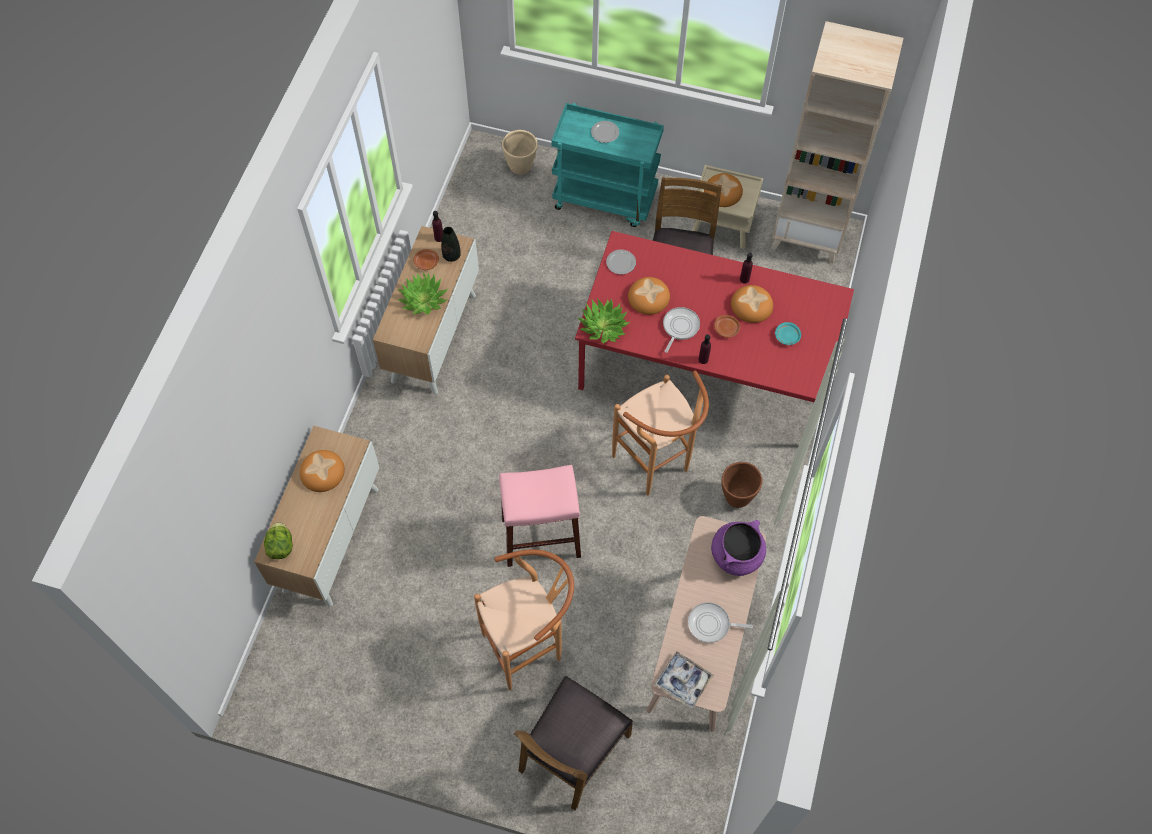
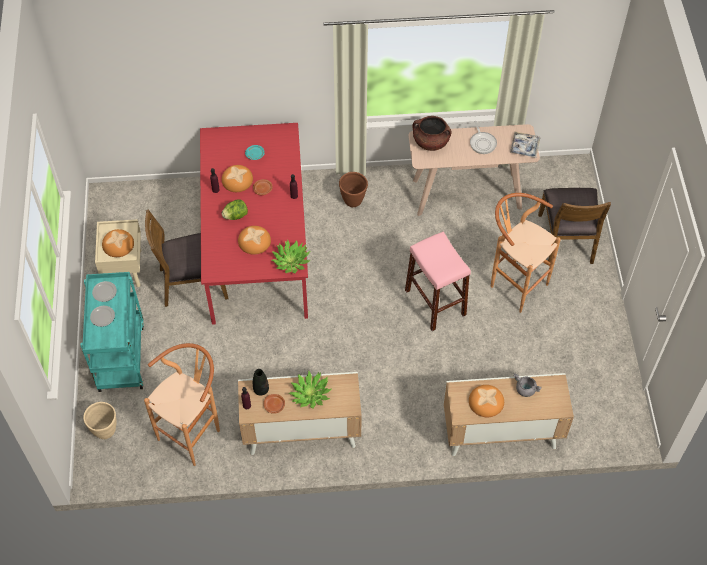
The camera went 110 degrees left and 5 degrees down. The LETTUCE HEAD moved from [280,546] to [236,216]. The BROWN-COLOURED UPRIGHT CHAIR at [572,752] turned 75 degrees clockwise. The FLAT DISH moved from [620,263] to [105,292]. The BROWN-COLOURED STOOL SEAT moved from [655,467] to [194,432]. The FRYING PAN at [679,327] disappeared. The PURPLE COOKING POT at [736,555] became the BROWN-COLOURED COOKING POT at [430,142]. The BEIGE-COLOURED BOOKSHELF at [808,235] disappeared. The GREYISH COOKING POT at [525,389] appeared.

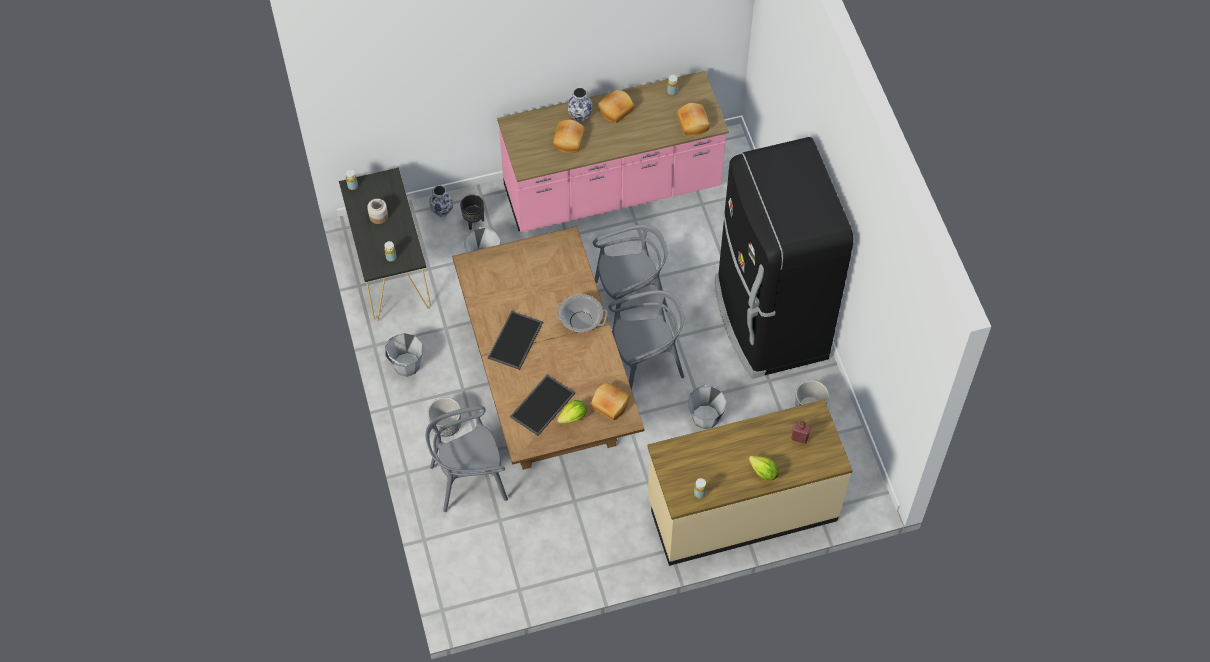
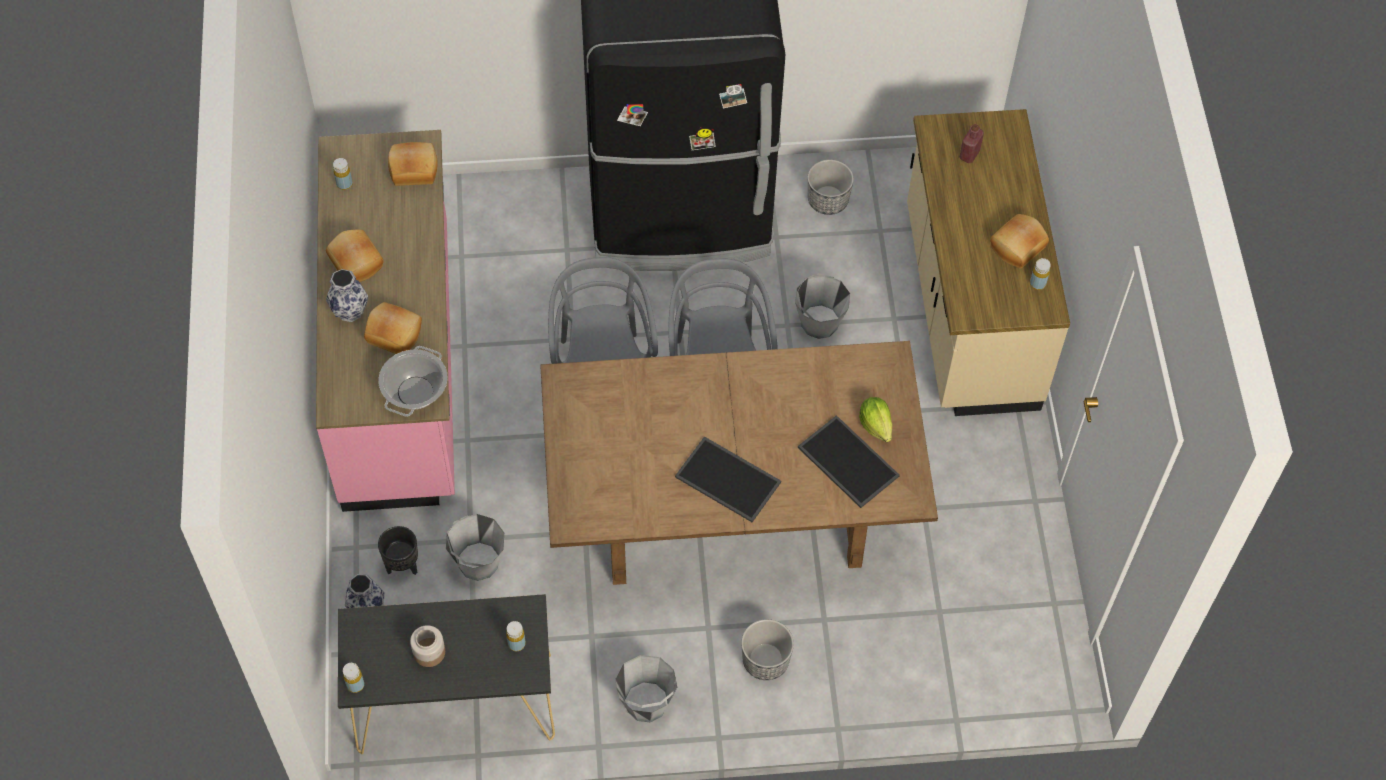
The camera went 80 degrees left and 0 degrees up. The GREYISH UPRIGHT CHAIR at [469,480] disappeared. The COOKING POT moved from [581,321] to [415,393]. The BAKED BREAD moved from [609,405] to [1018,248]. The LETTUCE HEAD at [763,472] disappeared.

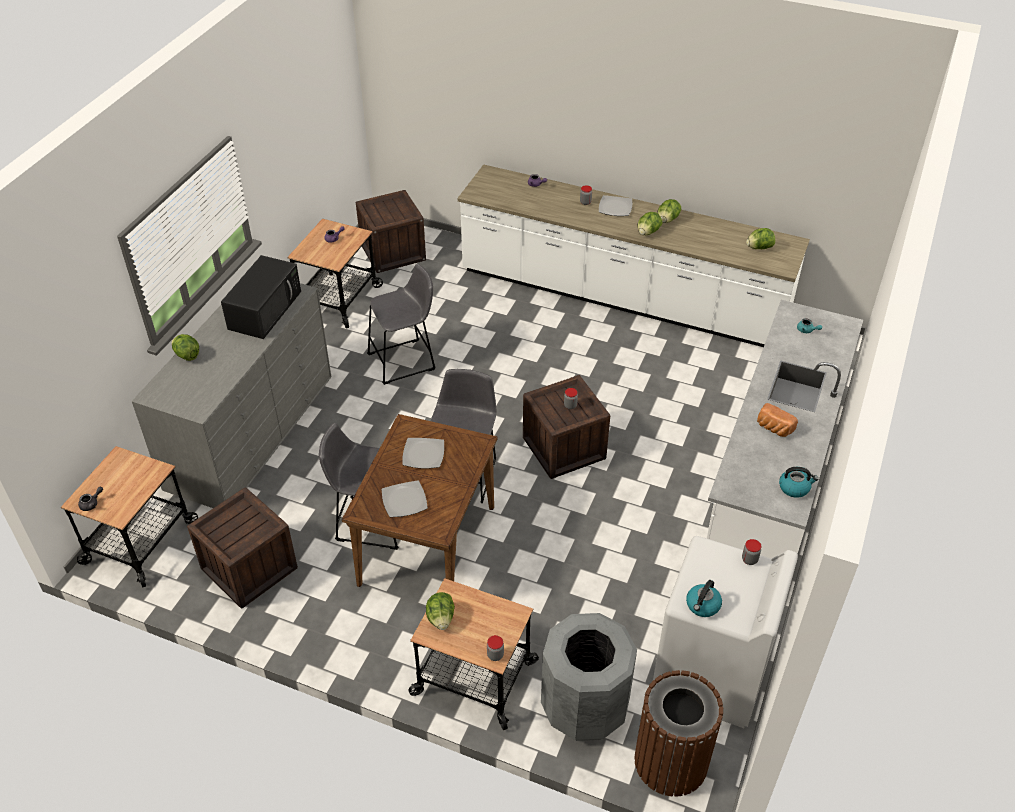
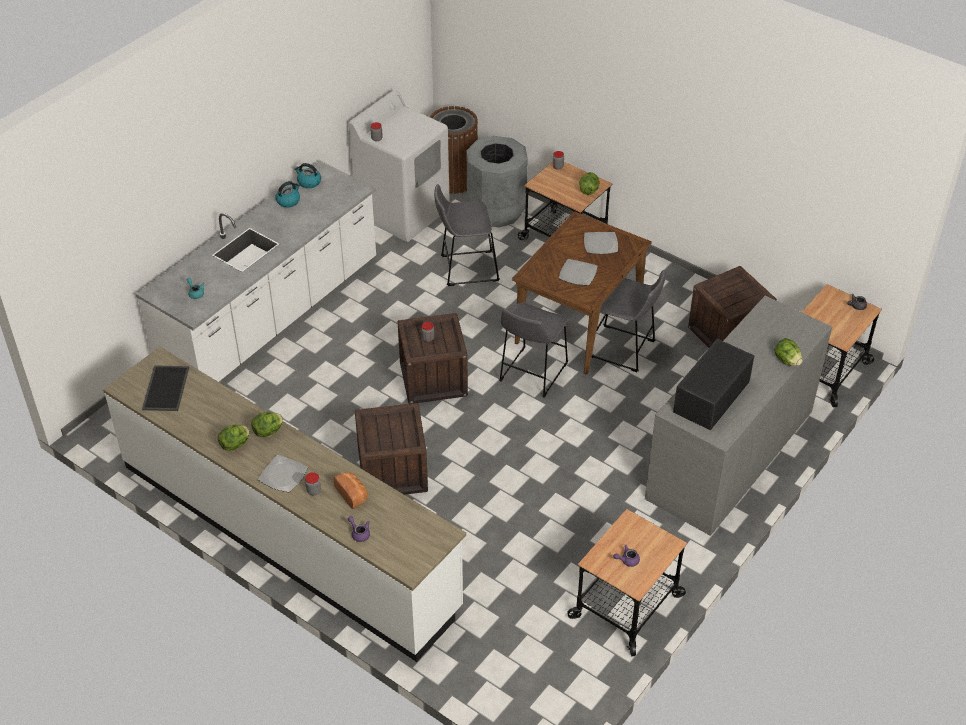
The camera went 165 degrees left and 0 degrees up. The PACKING CRATE moved from [393,252] to [392,471]. The GREYISH STOOL SEAT moved from [405,361] to [466,268]. The KETTLE moved from [702,606] to [288,201]. The LETTUCE HEAD at [759,248] was replaced by the SERVING TRAY at [165,388]. The BAKED BREAD moved from [773,428] to [353,495].

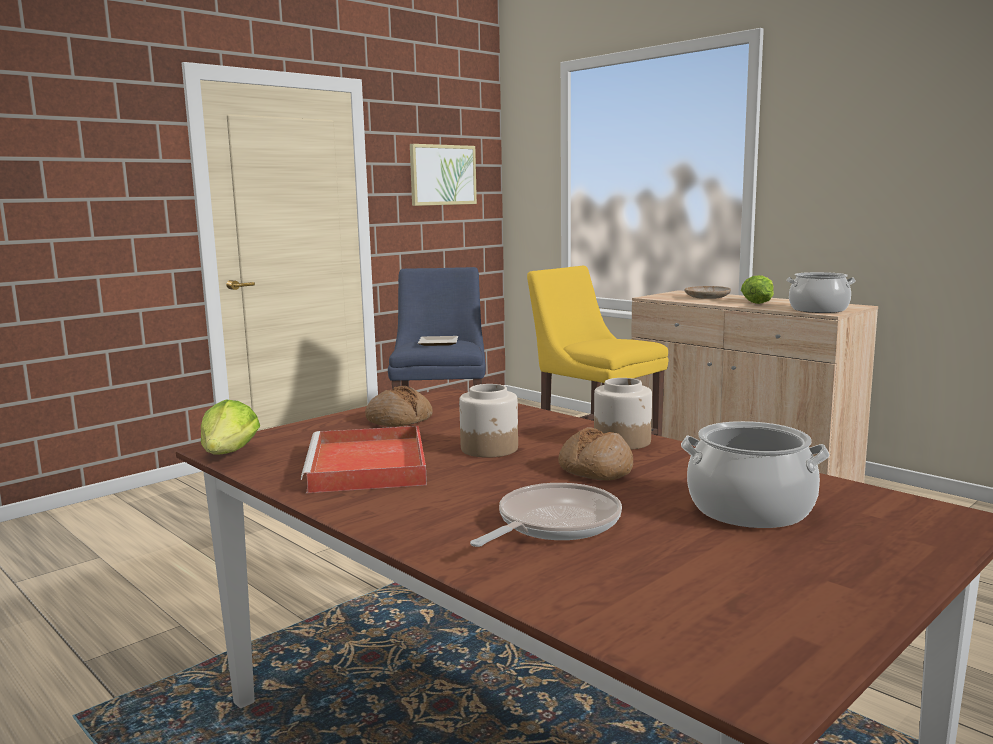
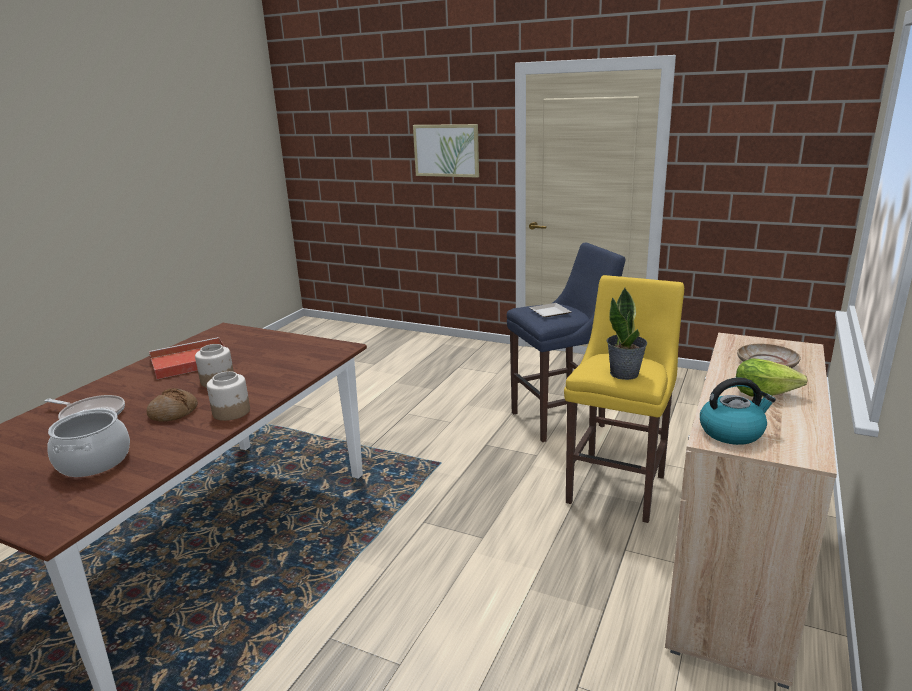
The camera went 70 degrees right and 10 degrees up. The LETTUCE HEAD at [230,454] disappeared. The BAKED BREAD at [399,419] disappeared. The PICTURE moved from [442,175] to [446,150]. The COOKING POT at [818,310] was replaced by the KETTLE at [732,432]. The HOUSEPLANT at [624,373] appeared.

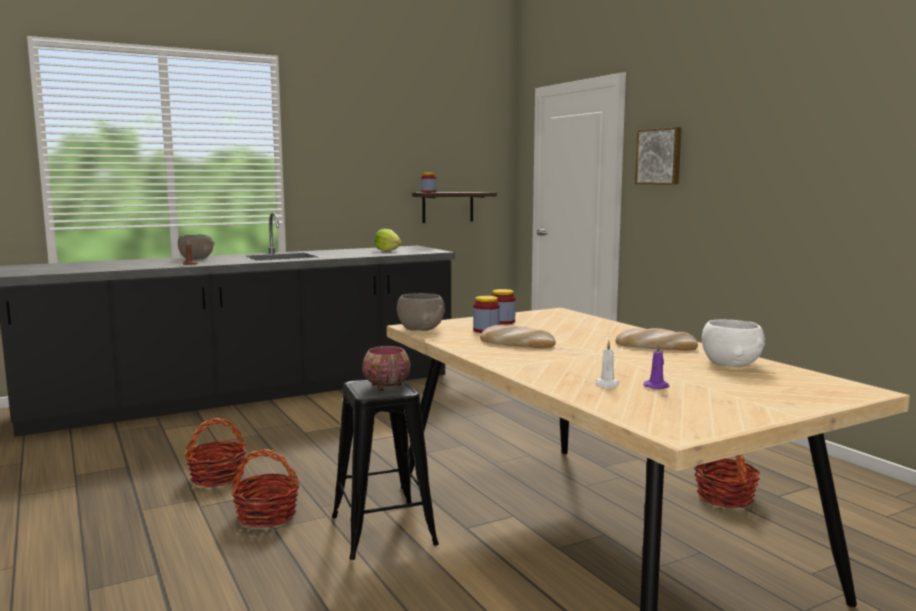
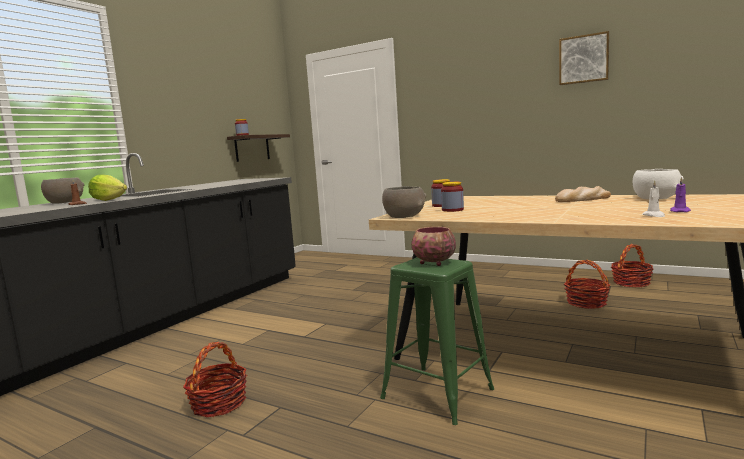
The camera went 30 degrees left and 0 degrees up. The BASKET moved from [267,515] to [631,283]. The BLACKISH STOOL SEAT at [383,530] became the GREEN STOOL SEAT at [437,393]. The LETTUCE HEAD moved from [387,251] to [108,200]. The BAKED BREAD at [516,343] disappeared. The PICTURE moved from [659,156] to [584,59].

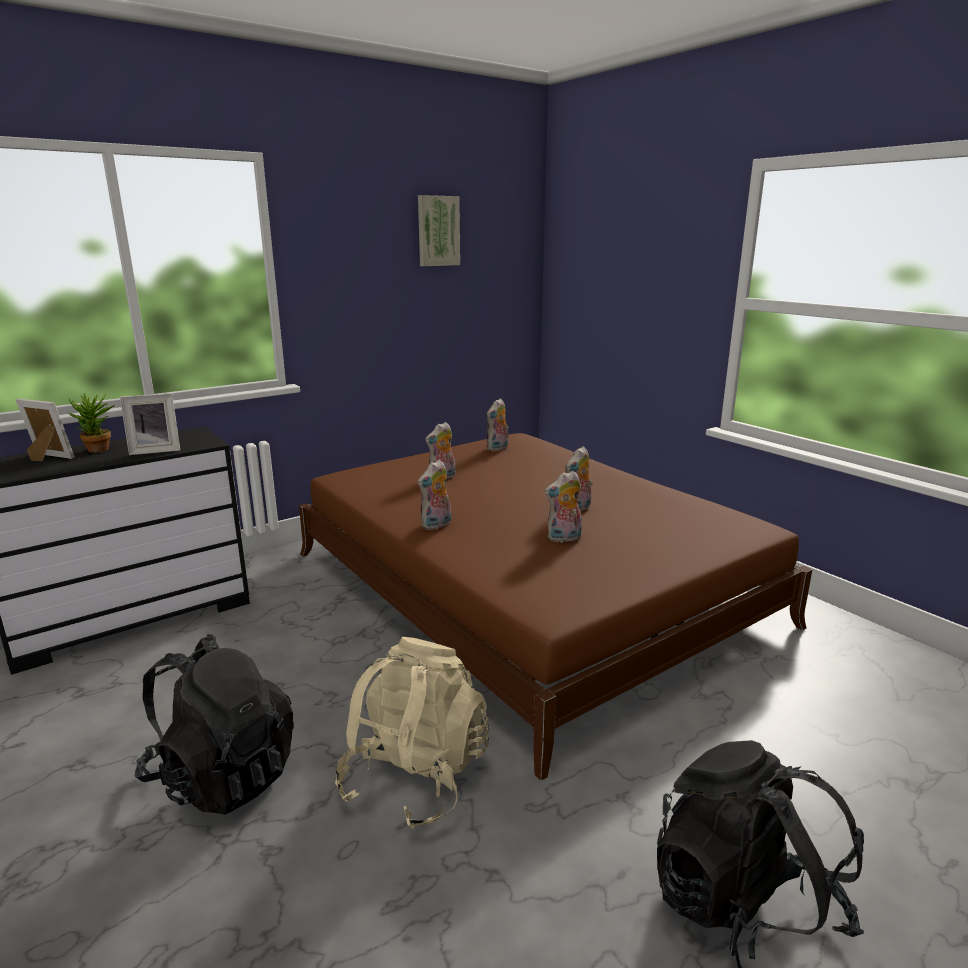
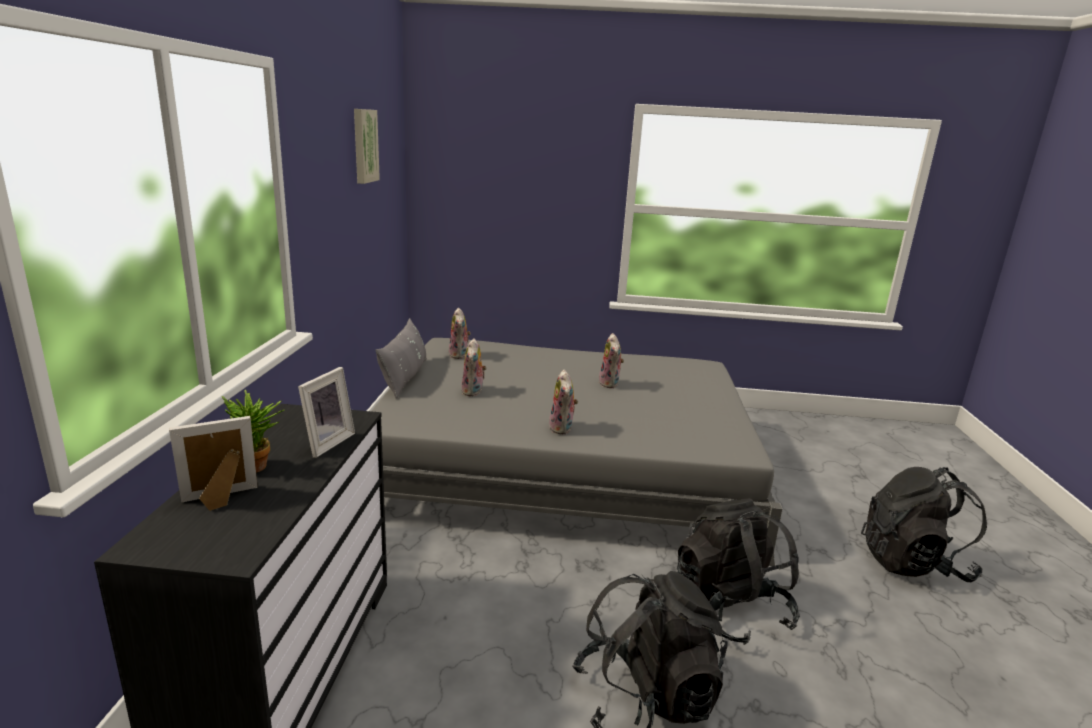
The camera went 50 degrees left and 0 degrees up. The BROWN-COLOURED BED at [527,588] became the GREYISH BED at [563,464]. The BEIGE-COLOURED RUCKSACK at [415,776] became the BLACKISH RUCKSACK at [730,608]. The PLUSH TOY at [564,538] disappeared. The GREYISH THROW PILLOW at [405,377] appeared.

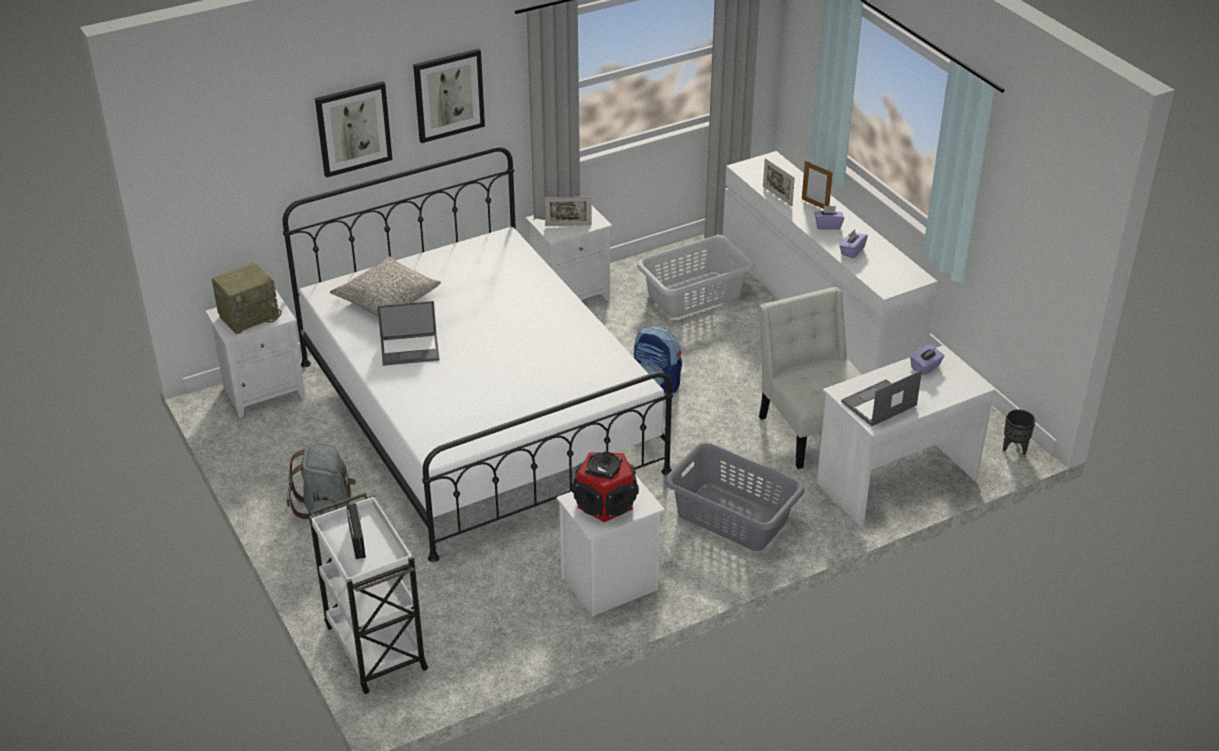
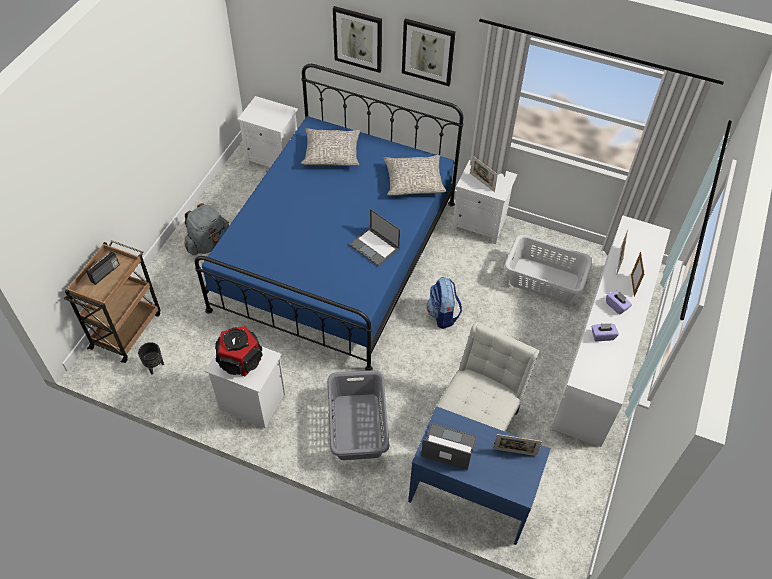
The camera went 50 degrees right and 15 degrees up. The RADIO at [249,316] disappeared. The WHITISH BED at [478,415] became the BLUE-COLOURED BED at [336,254]. The WHITISH CART at [374,645] became the BROWN-COLOURED CART at [127,329]. The PORTABLE COMPUTER moved from [410,349] to [375,247]. The WHITISH DESK TABLE at [895,480] became the BLUE-COLOURED DESK TABLE at [471,495]. The PURPLE TISSUE HOLDER at [925,367] was replaced by the PICTURE FRAME at [514,452]. The BLACKISH PLANTER moved from [1015,448] to [154,367]. The GREYISH THROW PILLOW at [414,181] appeared.

